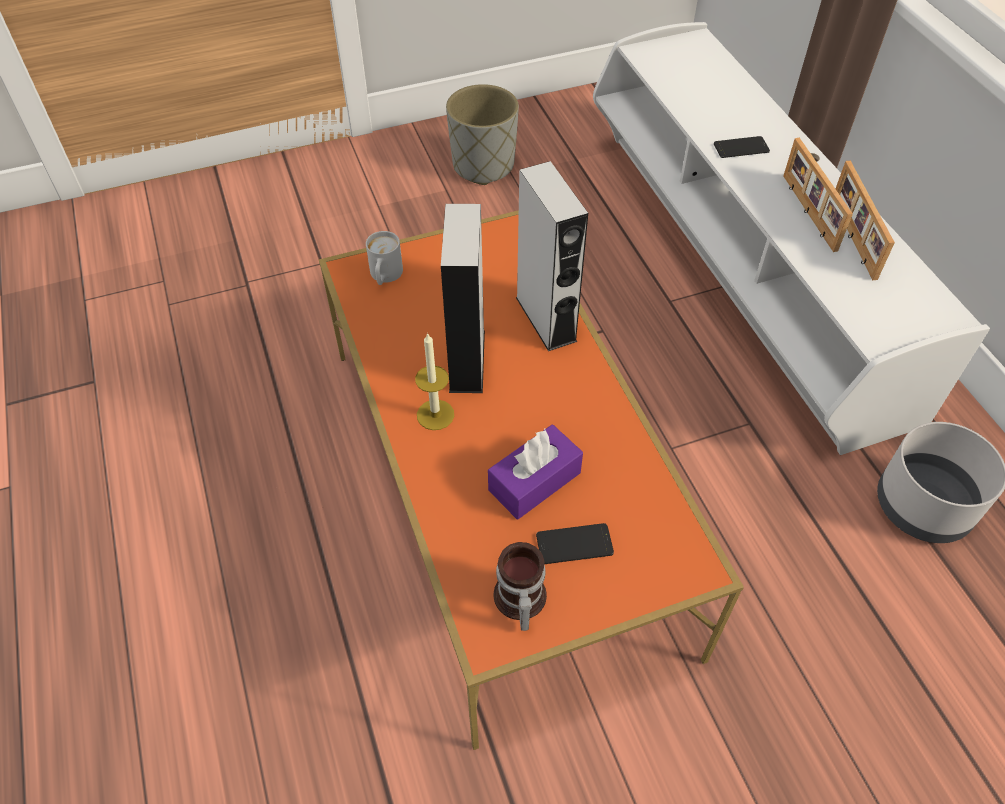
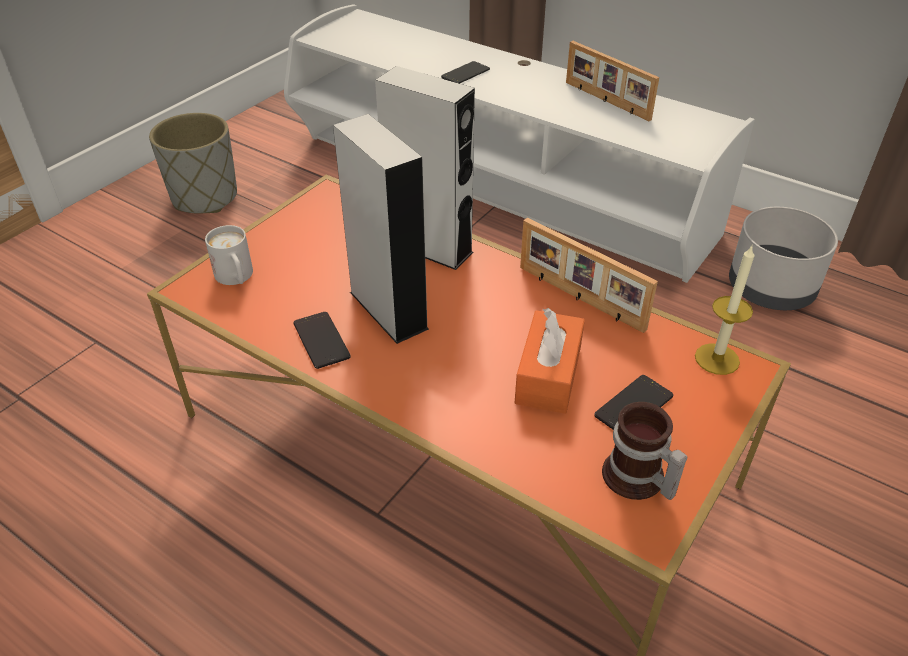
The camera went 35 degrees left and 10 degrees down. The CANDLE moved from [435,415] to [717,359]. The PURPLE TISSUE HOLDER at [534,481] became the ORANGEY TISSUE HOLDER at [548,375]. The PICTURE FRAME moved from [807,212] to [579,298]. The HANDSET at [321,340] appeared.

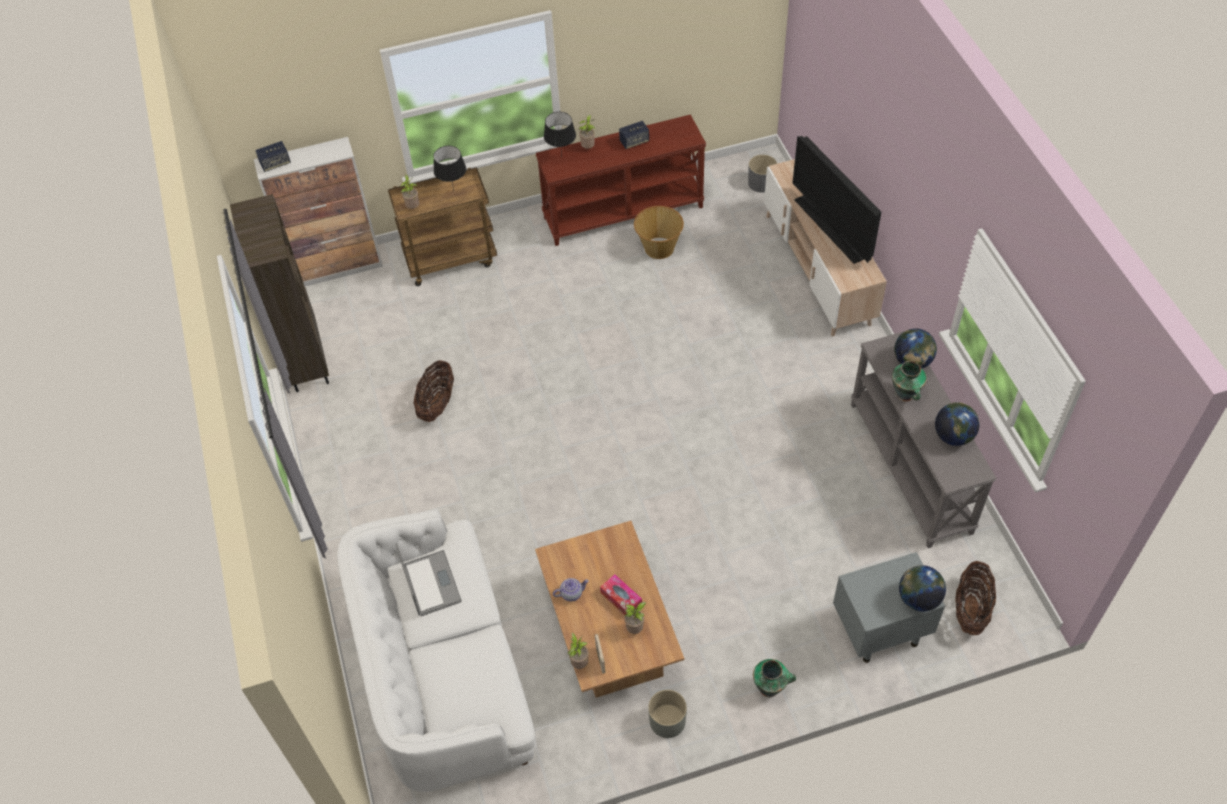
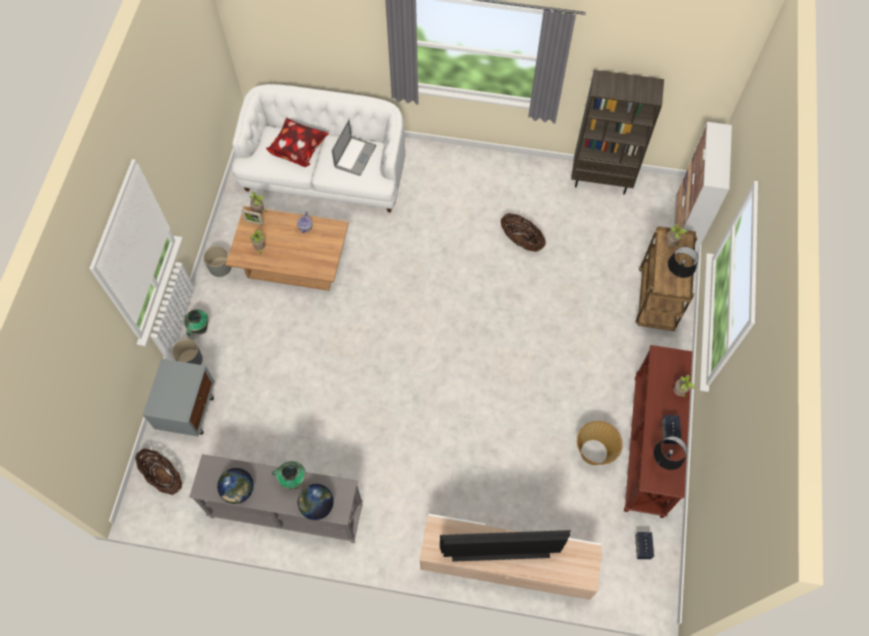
The camera went 115 degrees right and 10 degrees up. The LOUDSPEAKER moved from [275,163] to [642,547]. The PORTABLE COMPUTER at [431,583] turned 75 degrees counterclockwise. The BLACKISH TABLE LAMP moved from [561,157] to [662,462]. The TISSUE HOLDER at [621,598] disappeared. The GREYISH PLANTER moved from [761,183] to [190,360]. The GLOBE at [918,599] disappeared. The THROW PILLOW at [298,150] appeared.

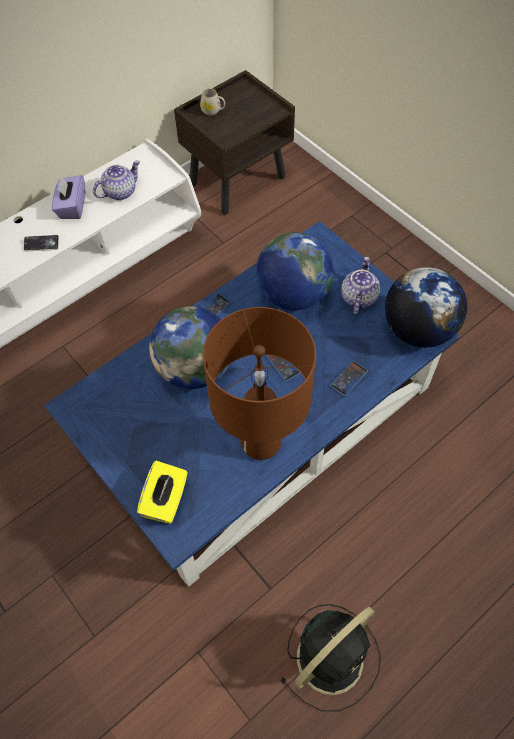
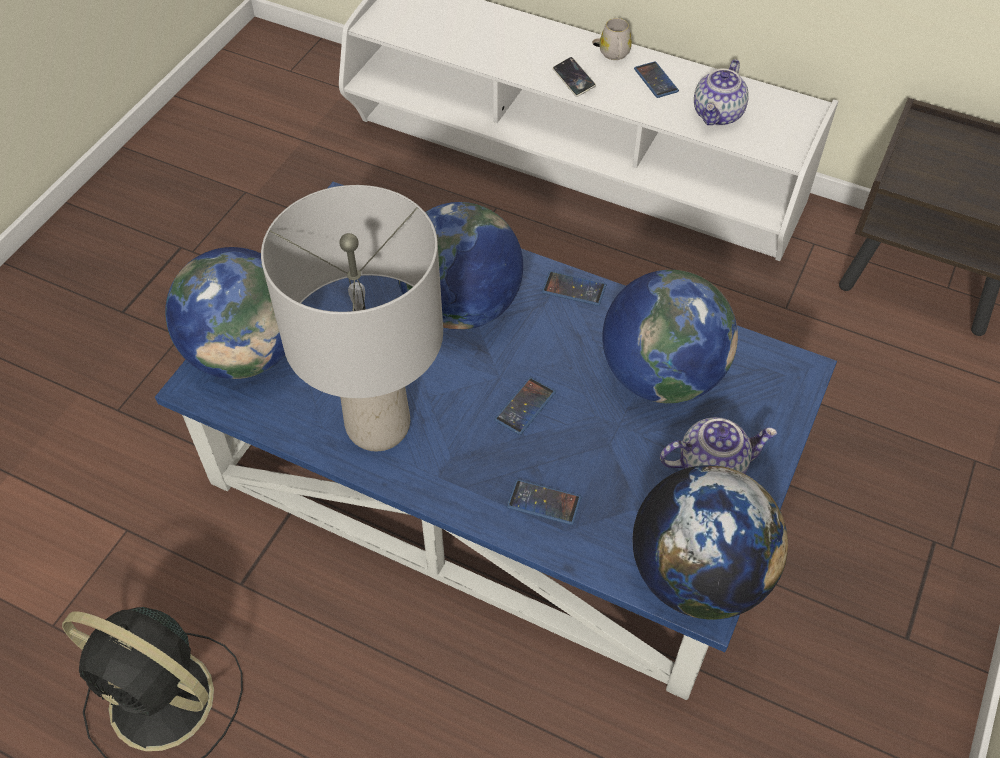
The camera went 65 degrees right and 5 degrees down. The PURPLE TISSUE HOLDER at [72,207] was replaced by the HANDSET at [655,80]. The POT FOR TEA at [120,191] turned 90 degrees clockwise. The YELLOW TISSUE HOLDER at [166,500] was replaced by the GLOBE at [246,353]. The WHITISH TEA MUG moved from [213,111] to [615,55]. The BROWN-COLOURED TABLE LAMP at [261,441] became the GREYISH TABLE LAMP at [379,426].

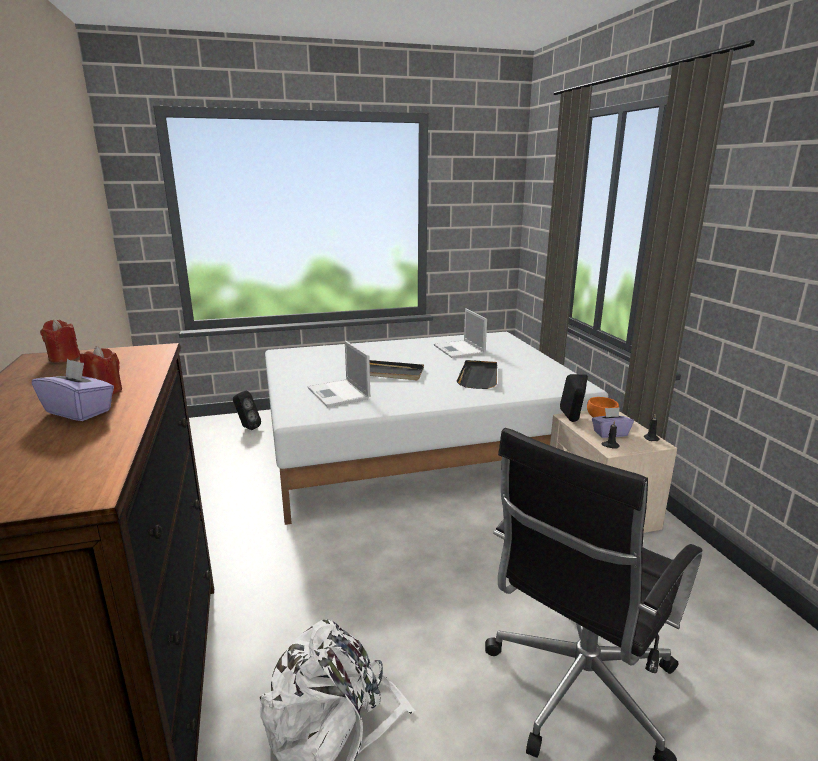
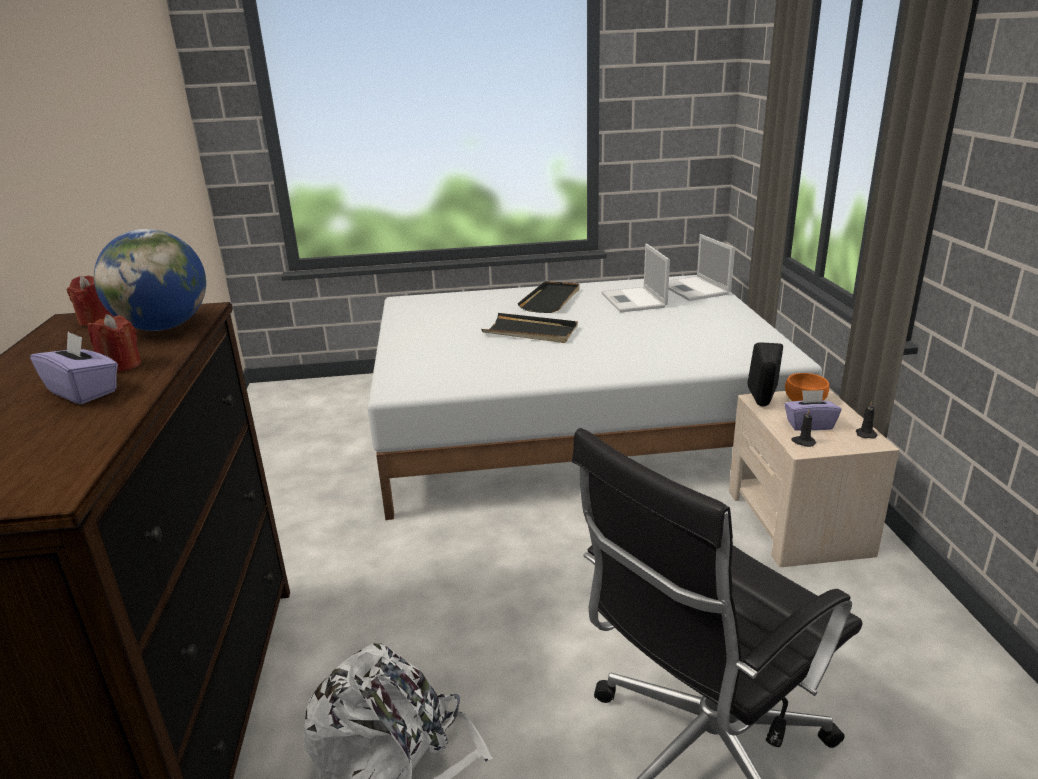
The camera went 10 degrees right and 5 degrees up. The BLACKISH LOUDSPEAKER at [247,427] disappeared. The PORTABLE COMPUTER moved from [339,394] to [695,289]. The BLACKISH SERVING TRAY moved from [478,376] to [551,299]. The GLOBE at [163,327] appeared.

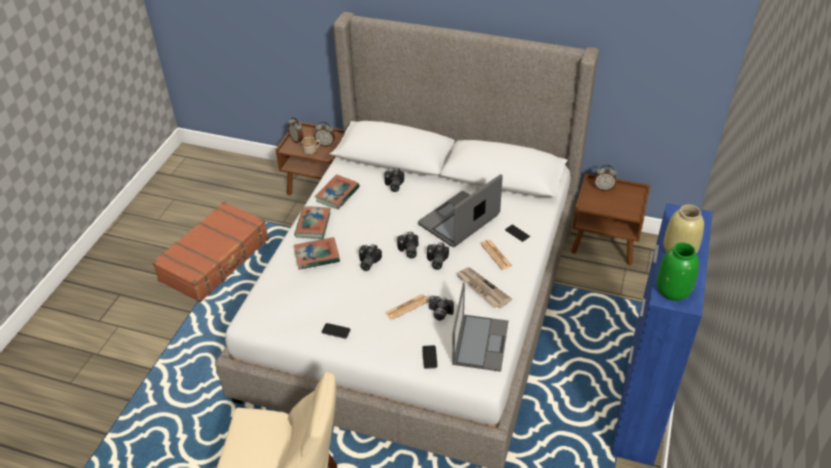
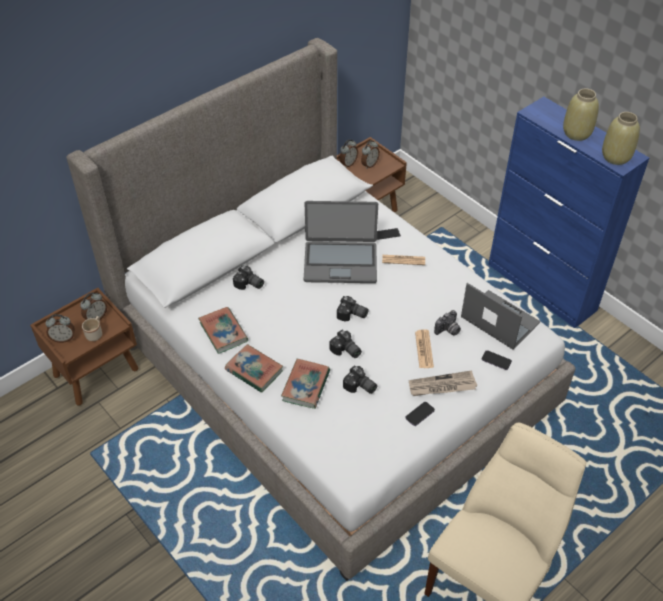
The camera went 60 degrees left and 5 degrees up. The BROWN-COLOURED SUITCASE at [216,260] disappeared. The PORTABLE COMPUTER at [459,221] turned 75 degrees counterclockwise. The STILL CAMERA moved from [436,261] to [360,387]. The NEWSPAPER moved from [482,289] to [441,386]. The GREEN DECORATIVE VASE at [672,290] became the BEIGE-COLOURED DECORATIVE VASE at [615,157]. The BEDSIDE CLOCK at [369,164] appeared.

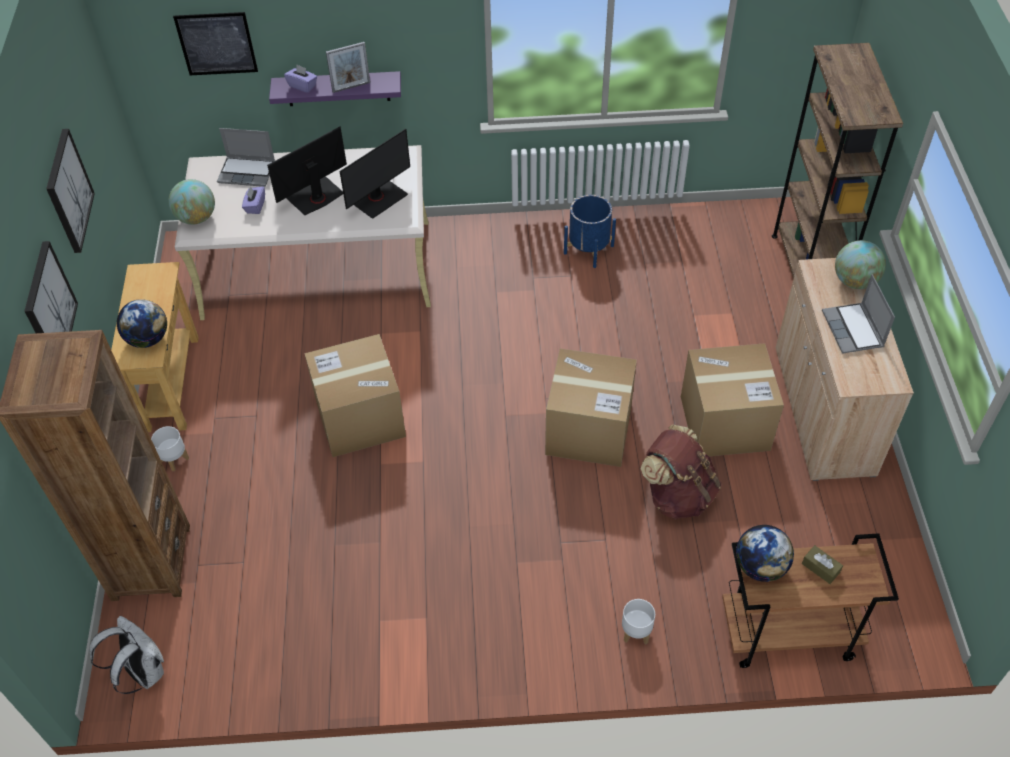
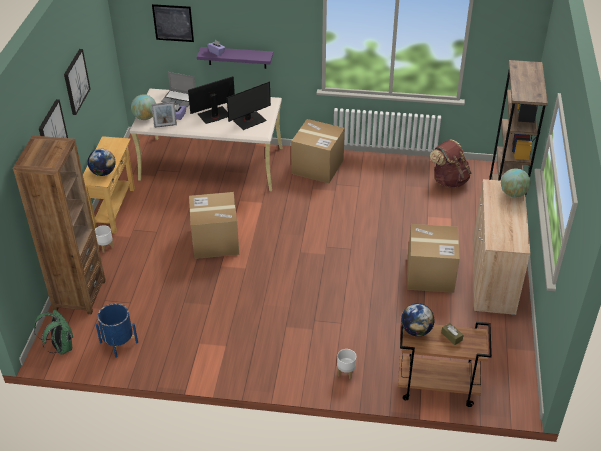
The camera went 10 degrees right and 10 degrees down. The WHITISH RUCKSACK at [142,672] became the GREEN RUCKSACK at [60,347]. The PICTURE FRAME moved from [351,87] to [165,126]. The CARDBOARD BOX moved from [588,430] to [317,167]. The BLUE-COLOURED PLANTER moved from [588,249] to [119,342]. The BROWN-COLOURED RUCKSACK moved from [678,494] to [449,180]. The PORTABLE COMPUTER at [853,330] disappeared.

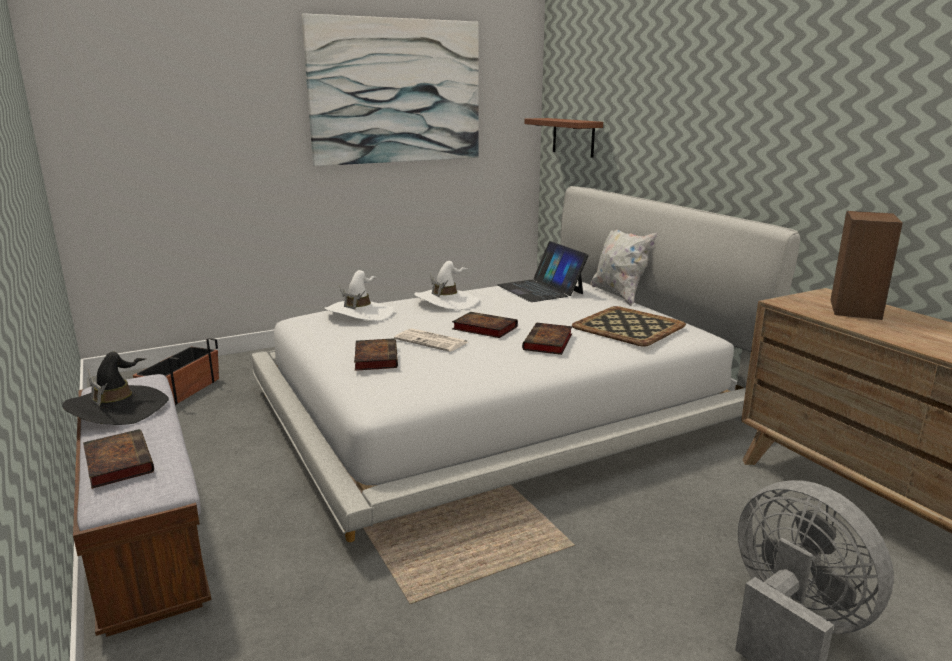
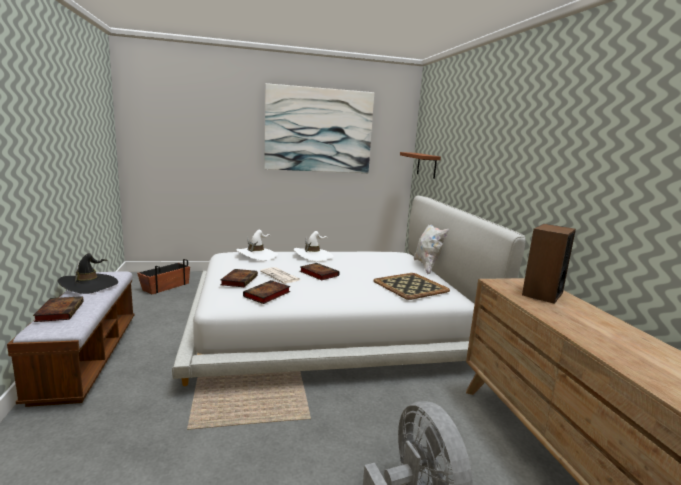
The camera went 15 degrees right and 5 degrees down. The PORTABLE COMPUTER at [540,289] disappeared. The VOLUME moved from [548,343] to [266,295].

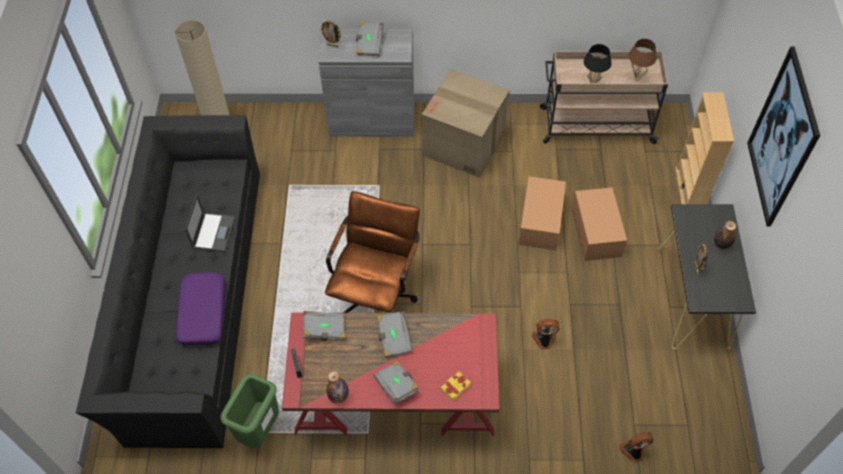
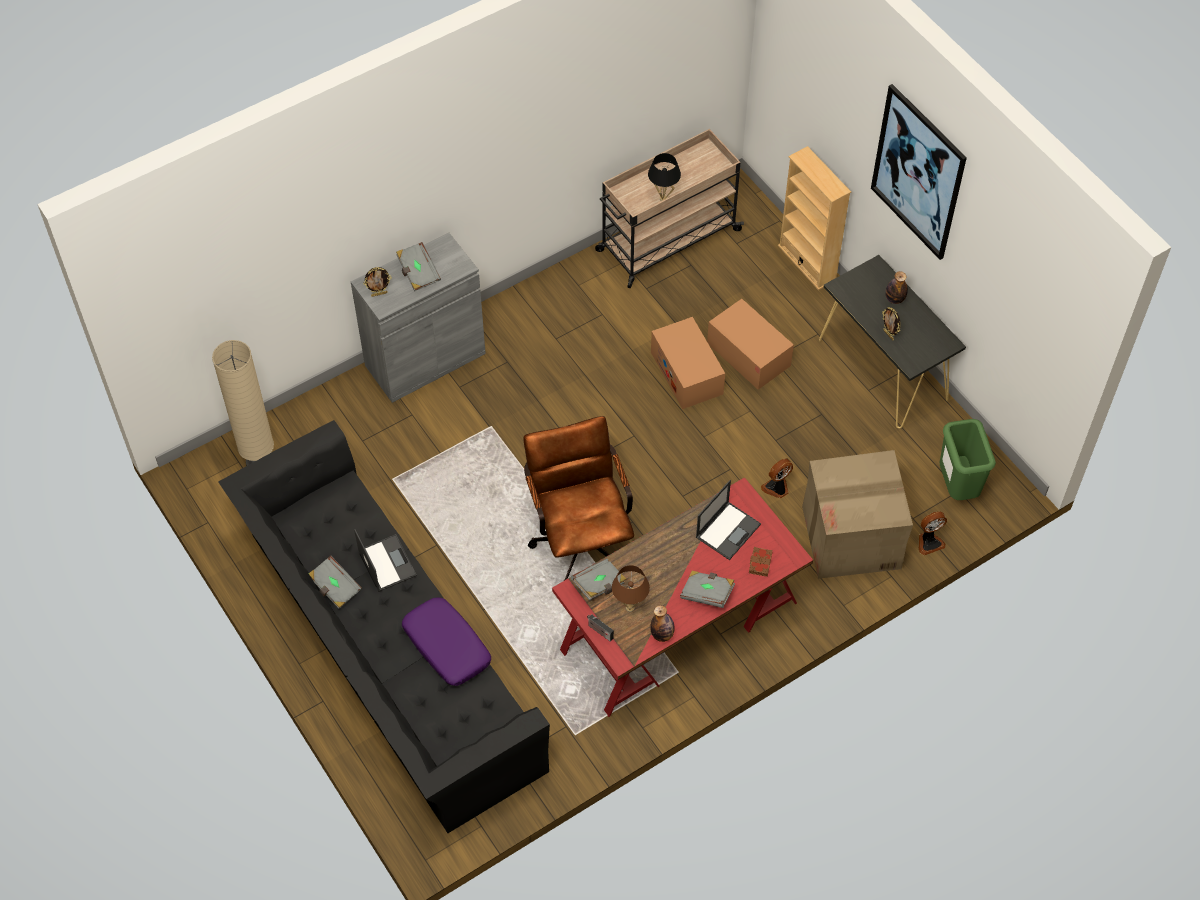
The camera went 35 degrees left and 0 degrees up. The GREEN RUBBISH BIN moved from [259,429] to [956,486]. The GREYISH VOLUME moved from [393,338] to [335,587]. The CARDBOARD BOX moved from [464,144] to [852,537]. The YELLOW VOLUME at [455,386] became the BROWN-COLOURED VOLUME at [760,563]. The FAN at [634,451] turned 150 degrees counterclockwise. The BROWN-COLOURED TABLE LAMP moved from [636,78] to [630,608]. The PORTABLE COMPUTER at [728,530] appeared.

